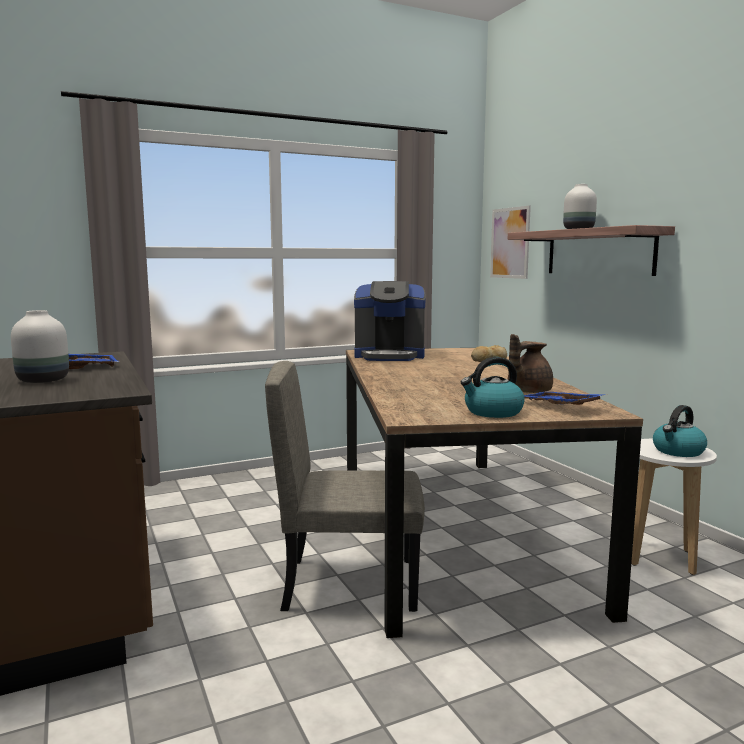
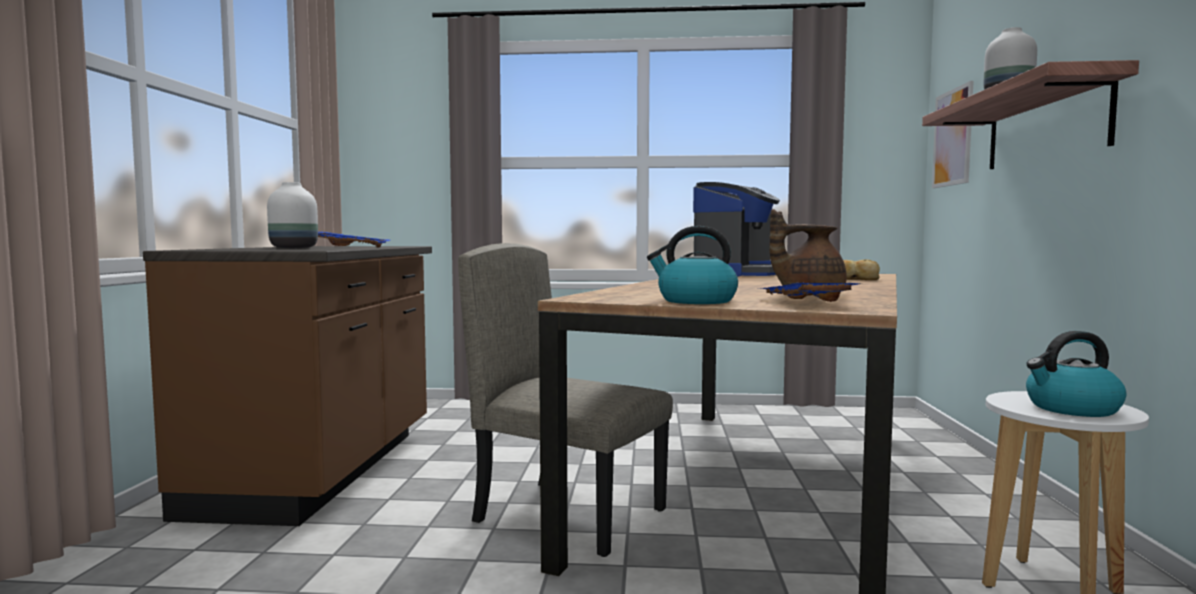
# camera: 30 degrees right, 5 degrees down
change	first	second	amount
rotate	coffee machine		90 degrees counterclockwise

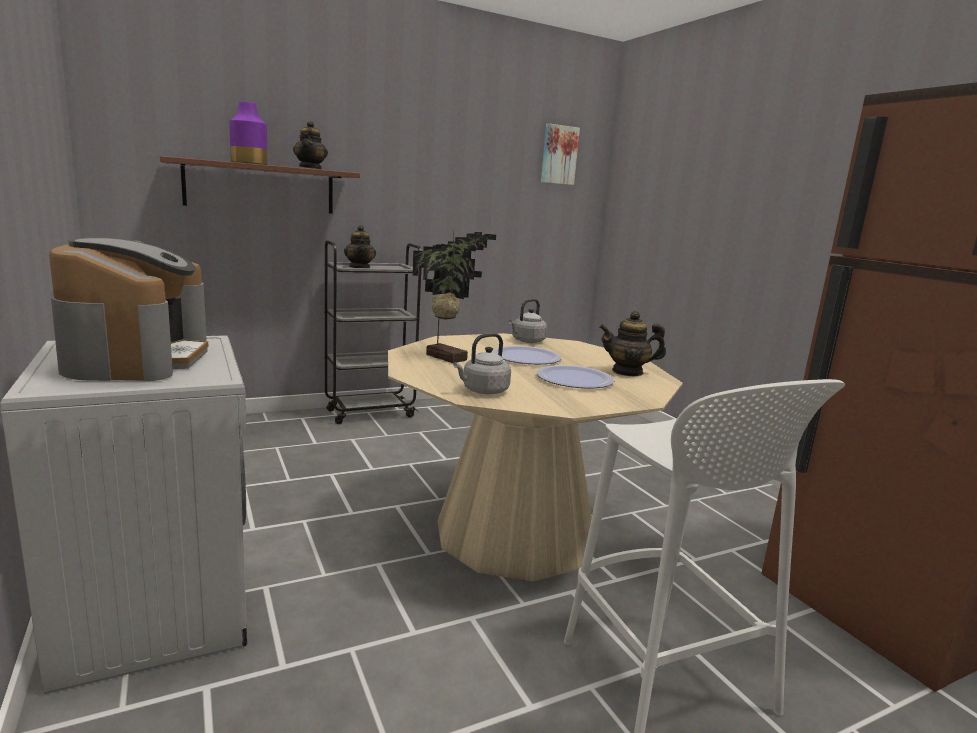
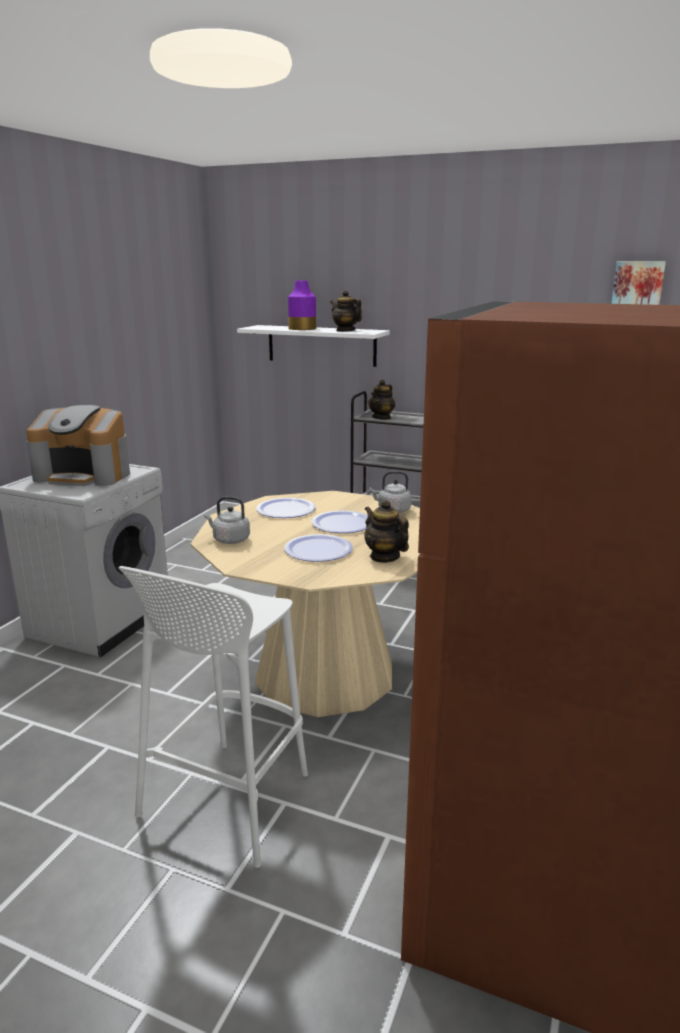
# camera: 50 degrees right, 5 degrees up
change	first	second	amount
rotate	teapot (1st from left)		90 degrees clockwise
recolor	brown shelf	white shelf	
replace	potted plant	plate (1st from left)	
rotate	coffee machine		60 degrees clockwise

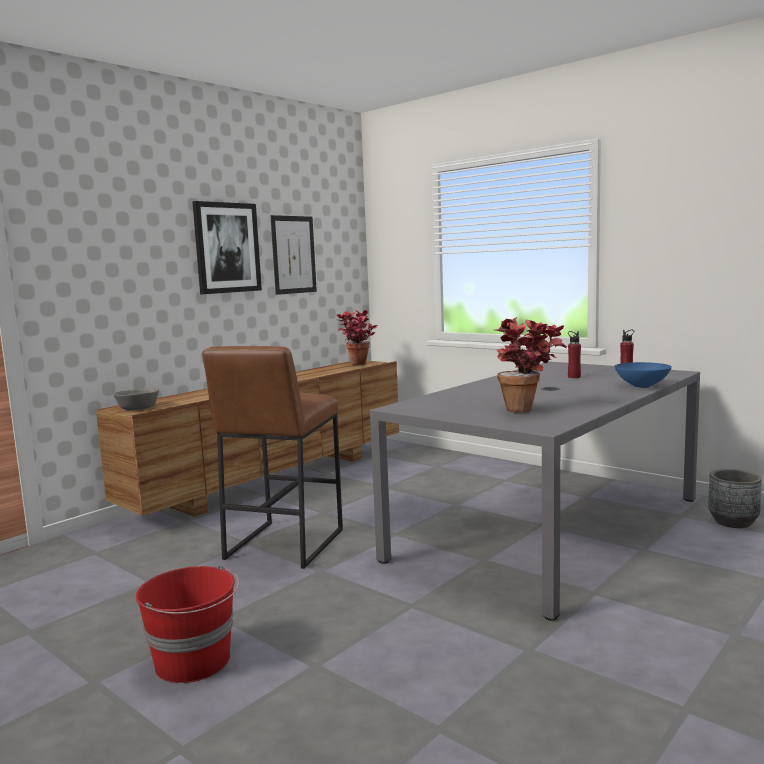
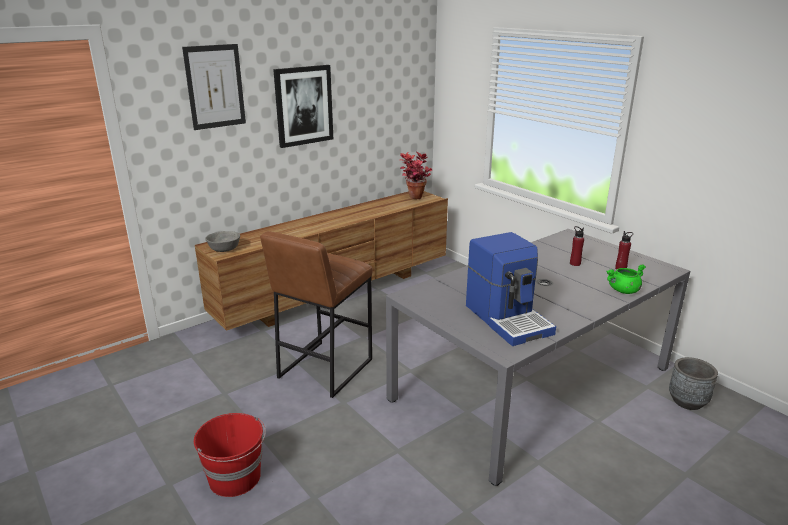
# camera: 10 degrees right, 15 degrees up
change	first	second	amount
move	picture (2nd from left in the first image)	picture (1st from left)	
replace	potted plant (2nd from left)	coffee machine	
replace	blue bowl	green cooking pot	

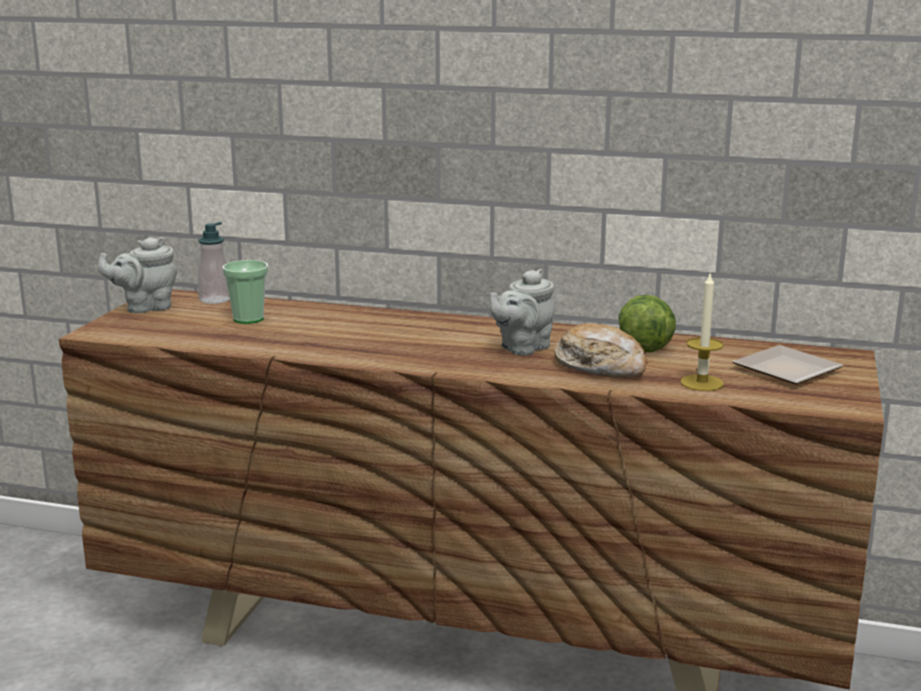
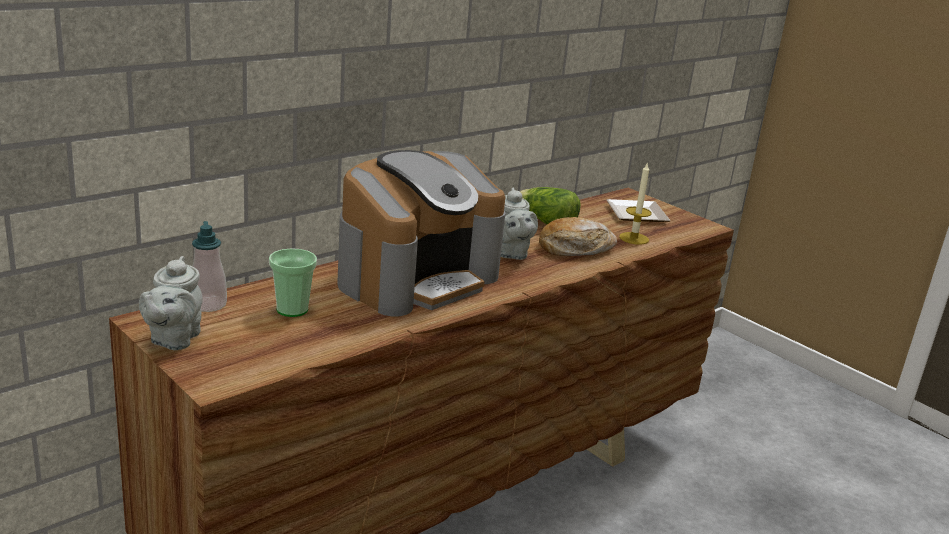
# camera: 60 degrees left, 5 degrees up
change	first	second	amount
insert		coffee machine	

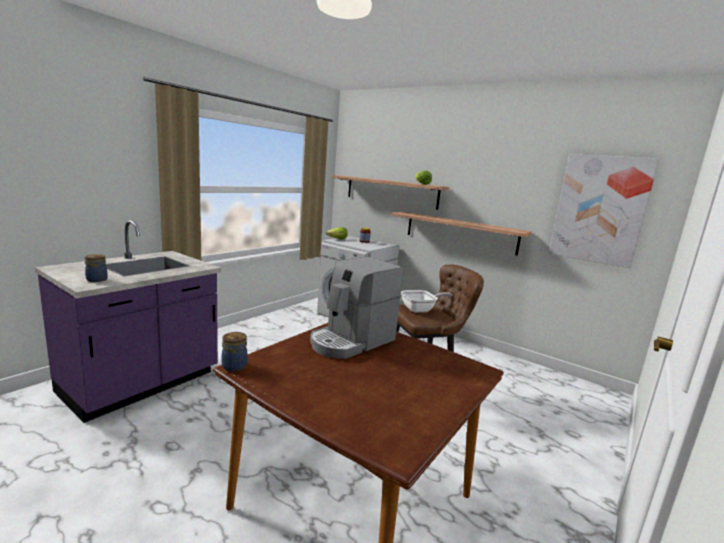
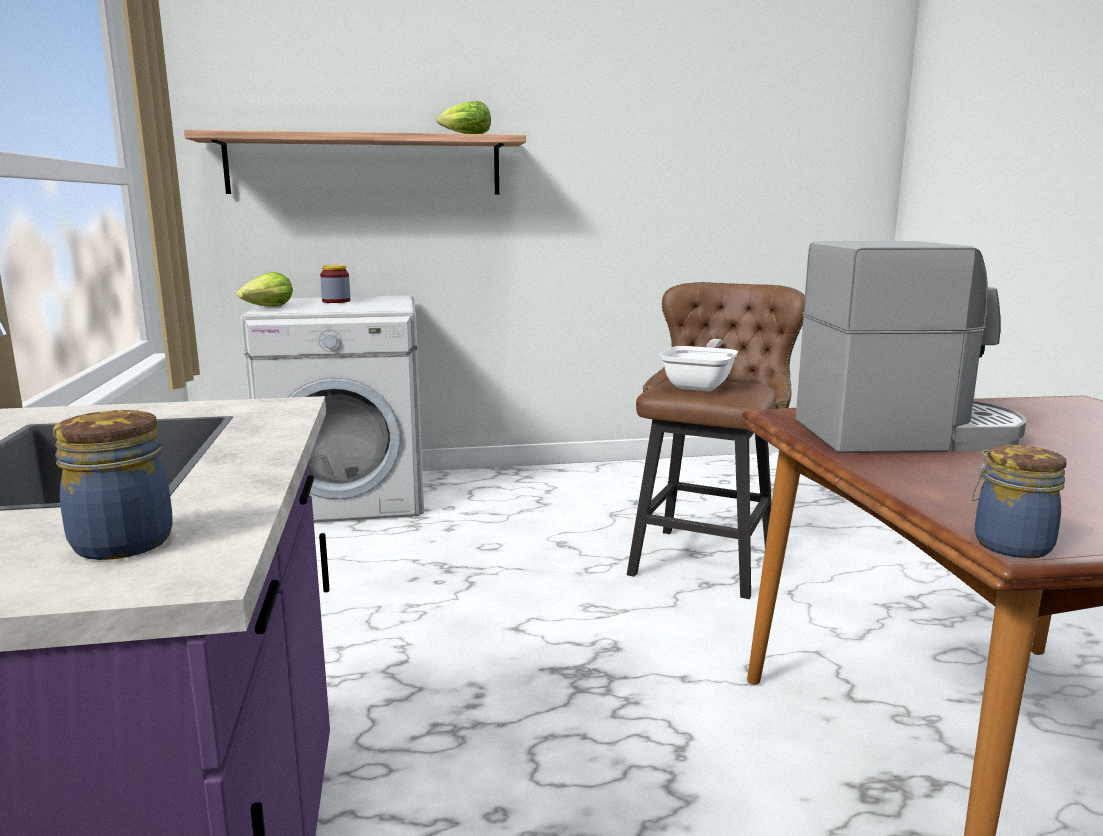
# camera: 45 degrees left, 0 degrees up
change	first	second	amount
delete	picture		
delete	shelf (2nd from left)		
rotate	coffee machine		90 degrees counterclockwise

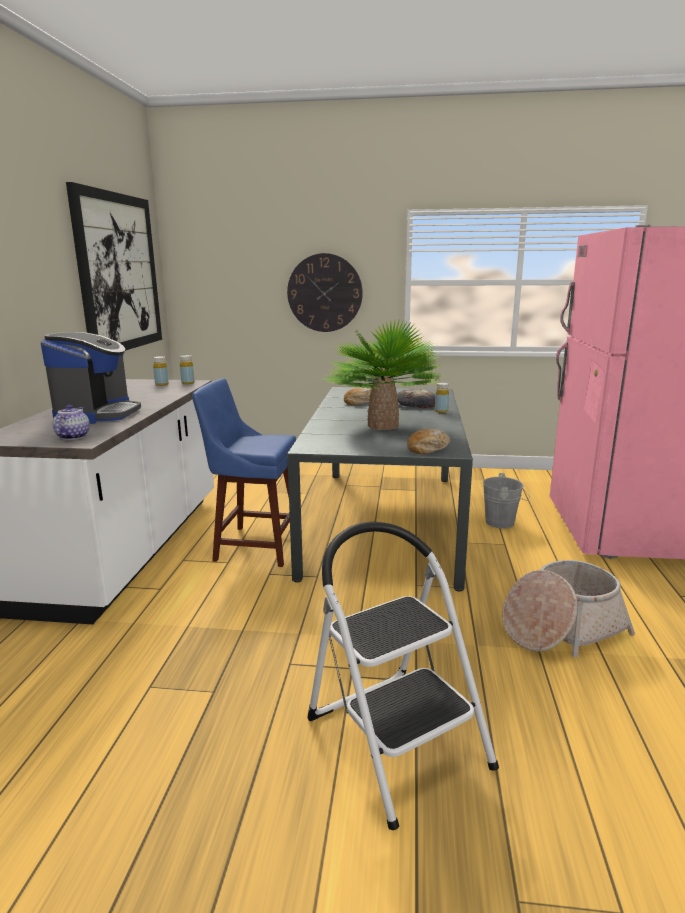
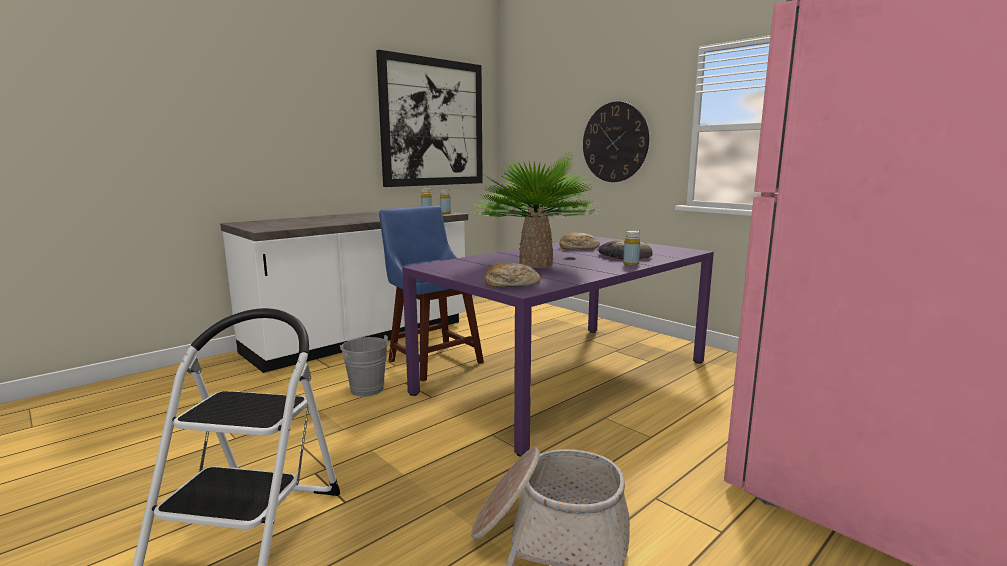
# camera: 40 degrees right, 5 degrees down
change	first	second	amount
delete	coffee machine		
recolor	grey dining table	purple dining table	
delete	teapot		
move	grey bucket		

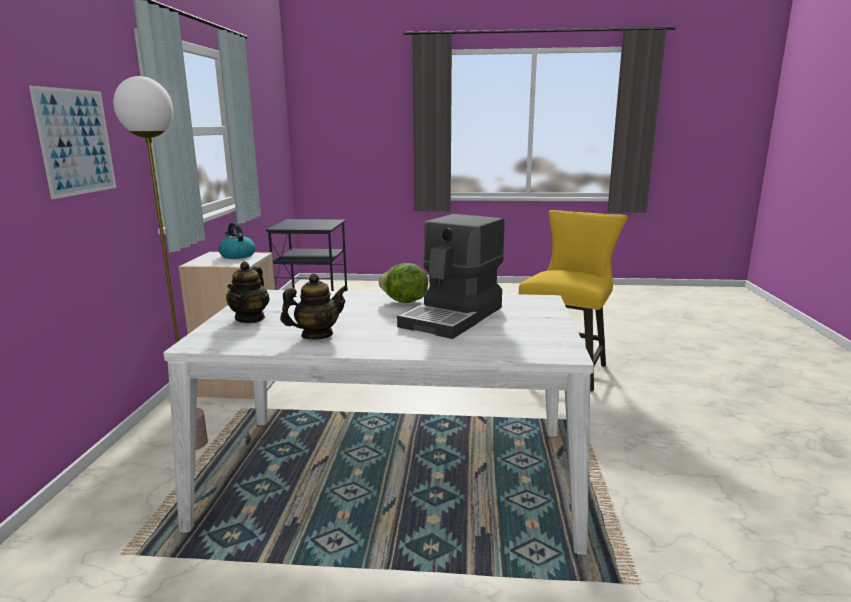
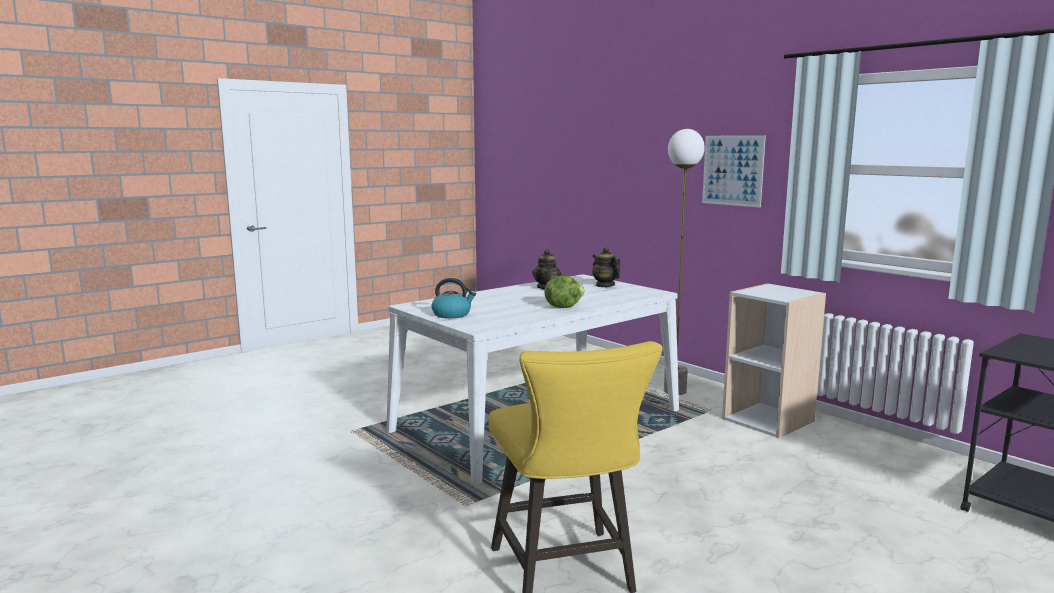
# camera: 135 degrees right, 5 degrees down
change	first	second	amount
delete	coffee machine		
move	kettle		

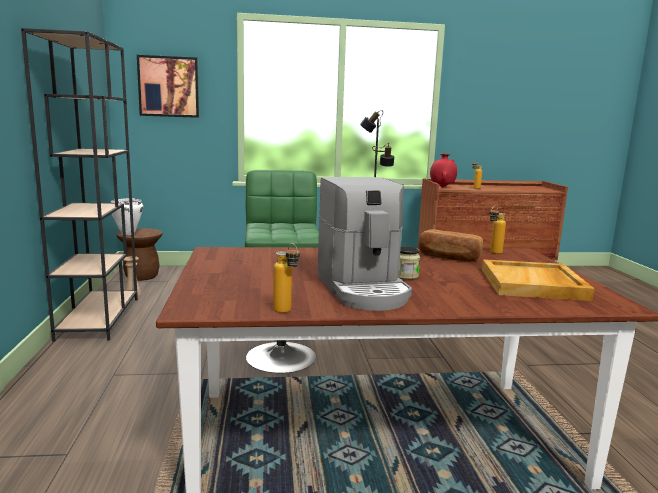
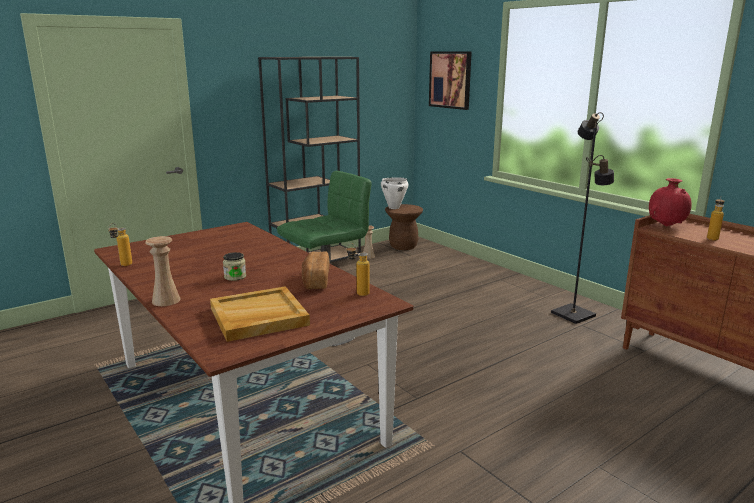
# camera: 60 degrees right, 5 degrees up
change	first	second	amount
delete	coffee machine		
insert		beige vase (1st from left)	

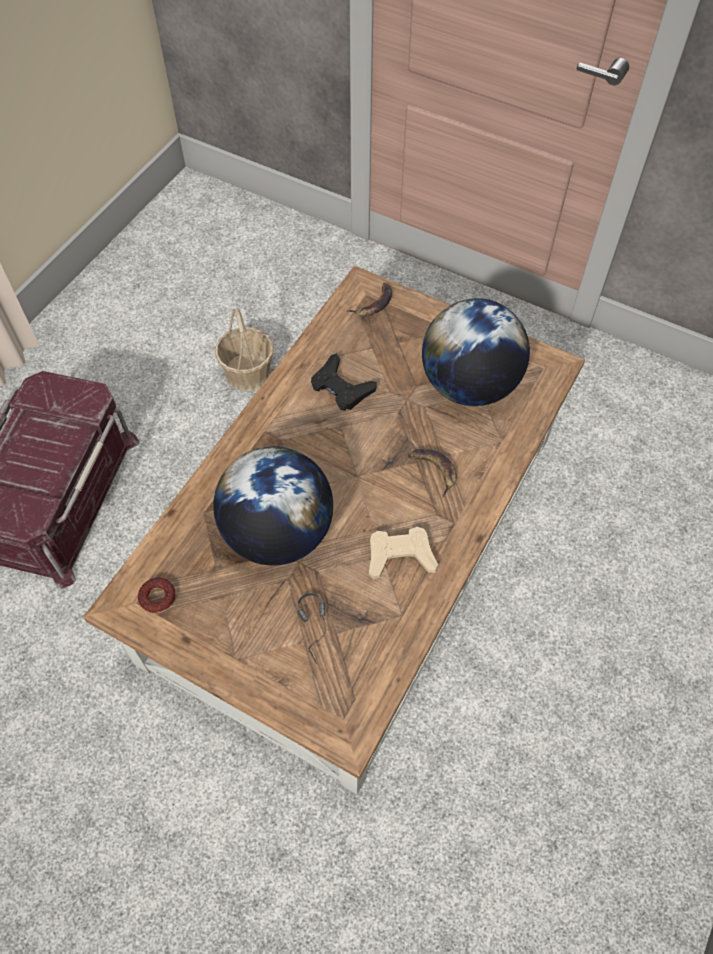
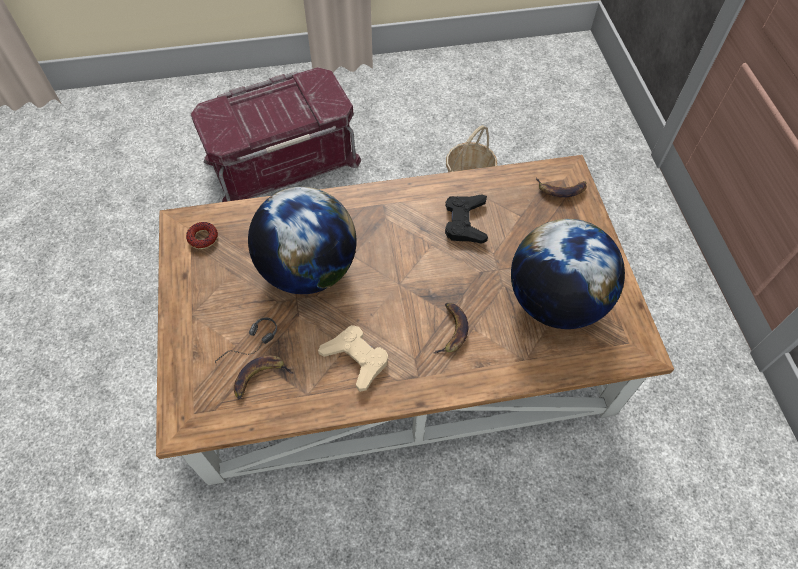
# camera: 50 degrees right, 0 degrees up
change	first	second	amount
insert		banana (1st from left)	

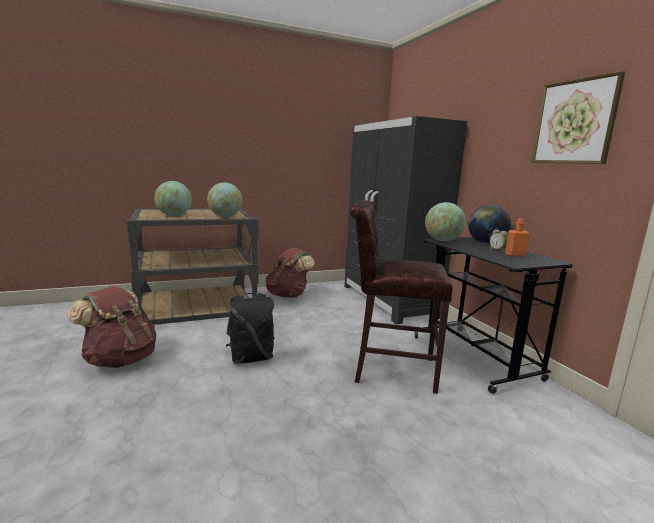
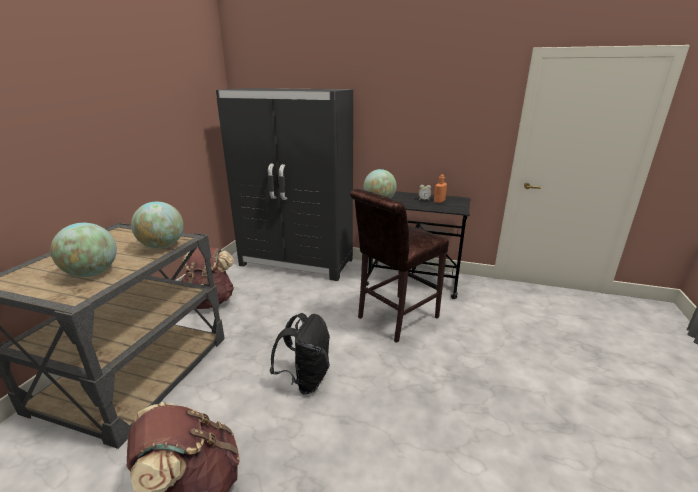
# camera: 50 degrees left, 10 degrees up
change	first	second	amount
delete	picture		
delete	globe (4th from left)		

